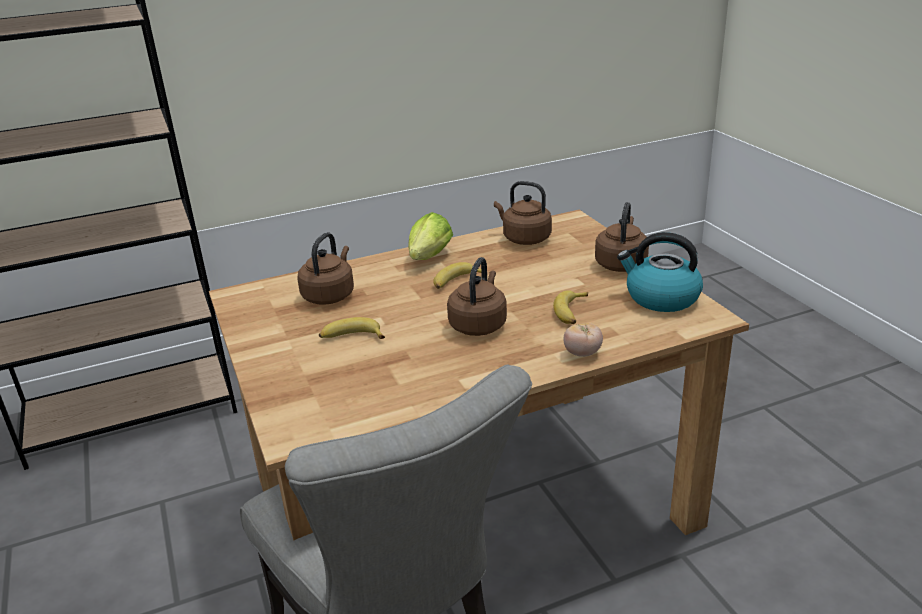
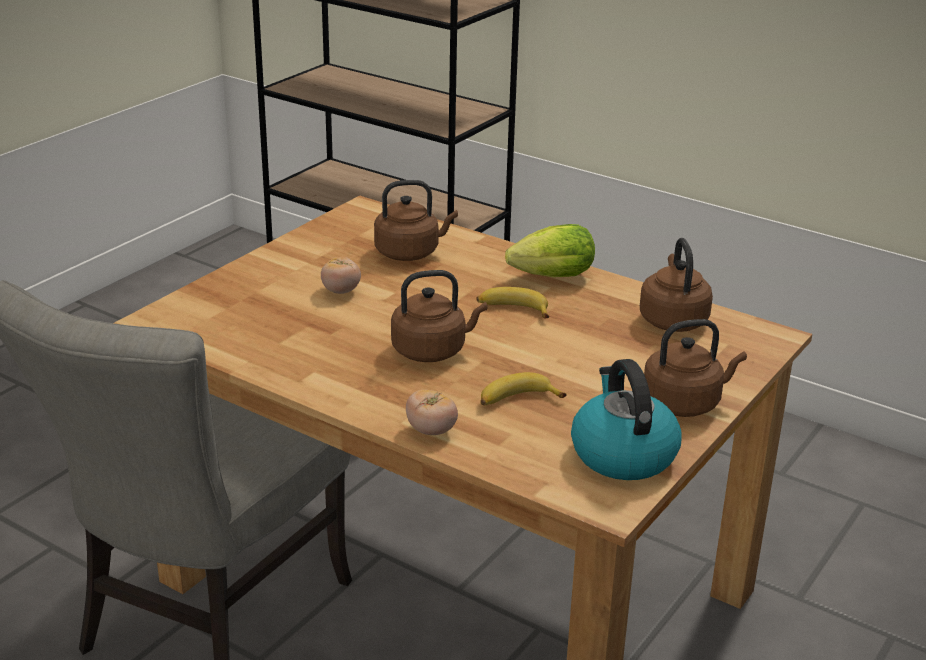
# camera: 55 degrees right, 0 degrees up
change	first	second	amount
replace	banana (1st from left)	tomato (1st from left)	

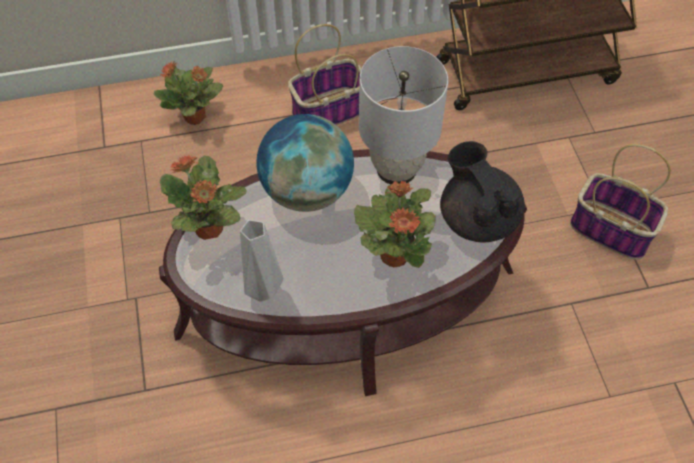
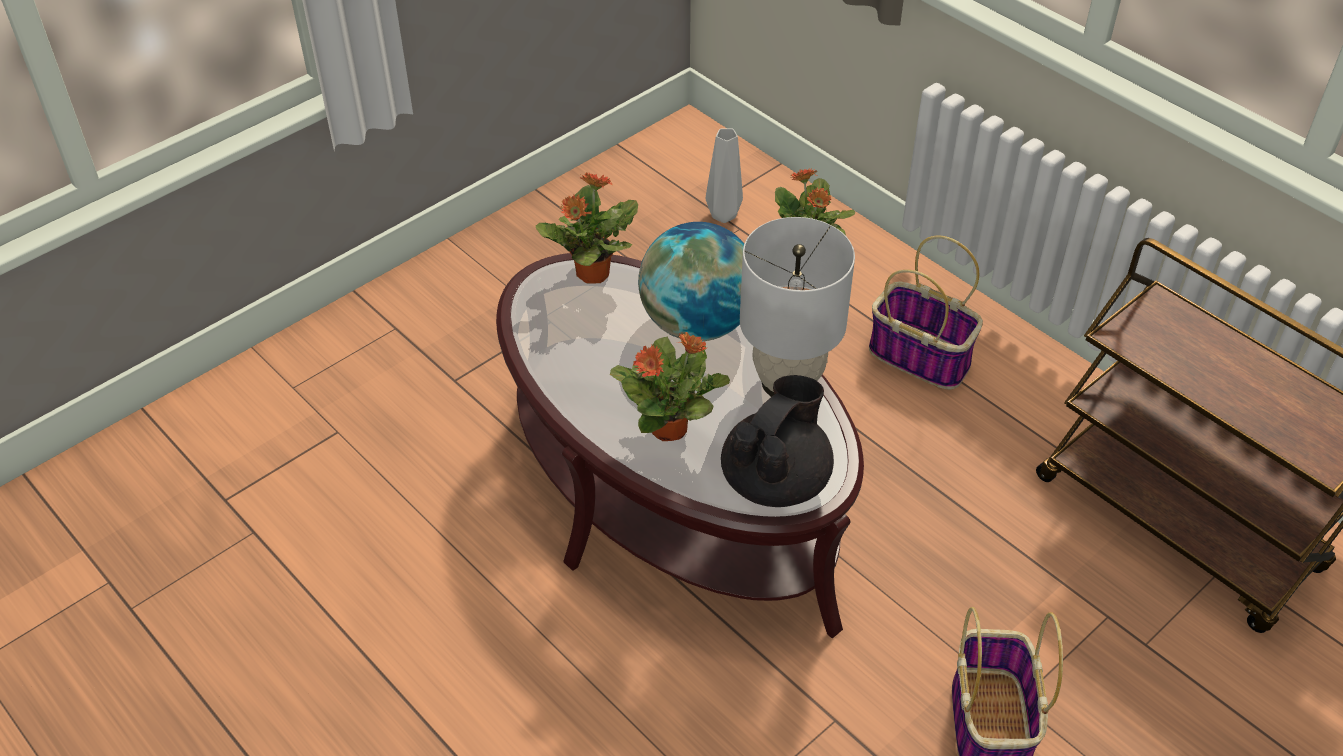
# camera: 60 degrees right, 10 degrees down
change	first	second	amount
move	grey vase		

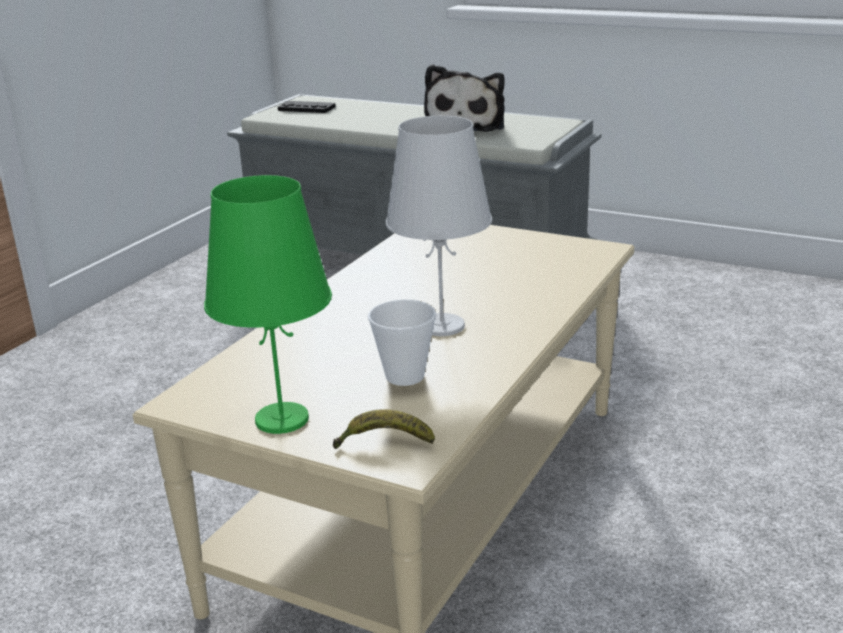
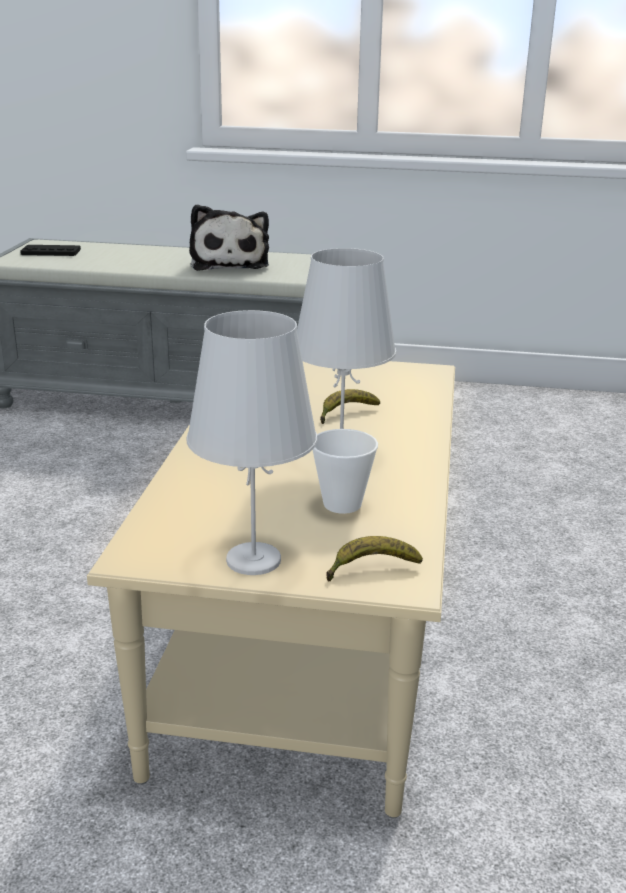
# camera: 20 degrees left, 0 degrees up
change	first	second	amount
recolor	green table lamp	white table lamp (1st from left)	
insert		banana (1st from left)	

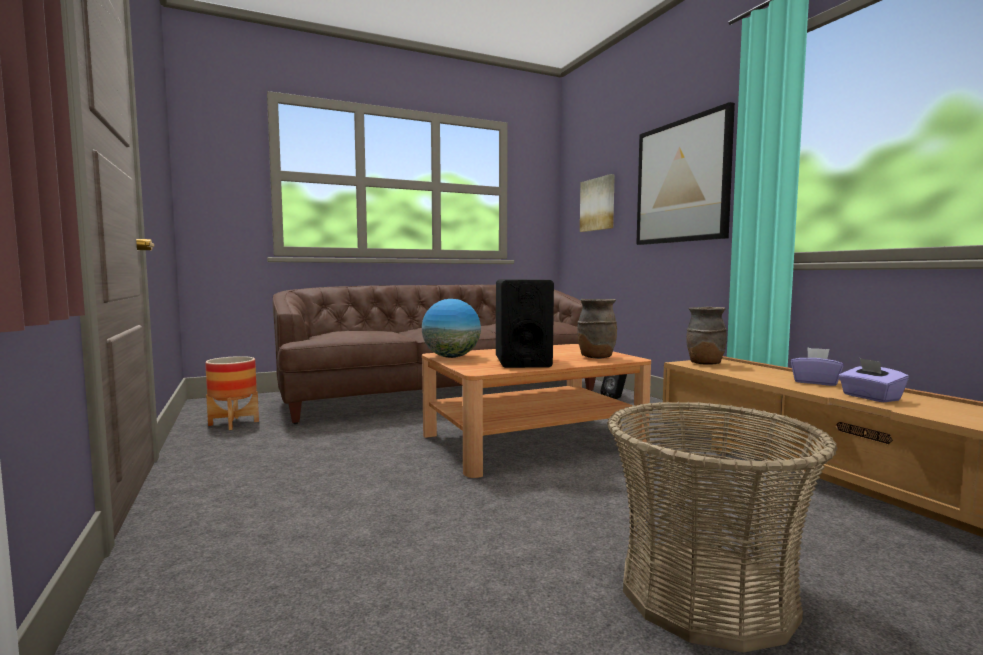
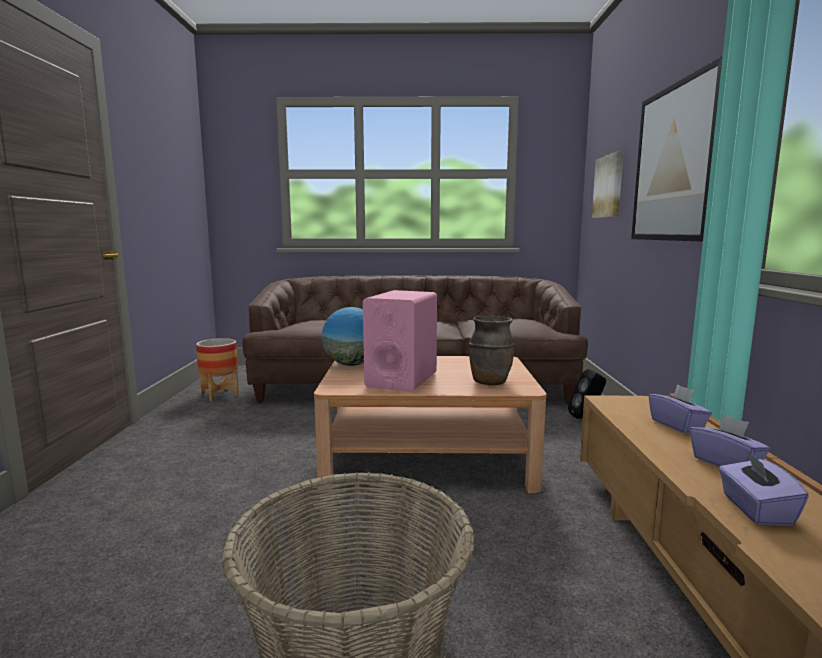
# camera: 25 degrees right, 5 degrees up
change	first	second	amount
recolor	black speaker (1st from left)	pink speaker	
delete	brown vase (2nd from left)		
insert		purple tissue box (1st from left)	

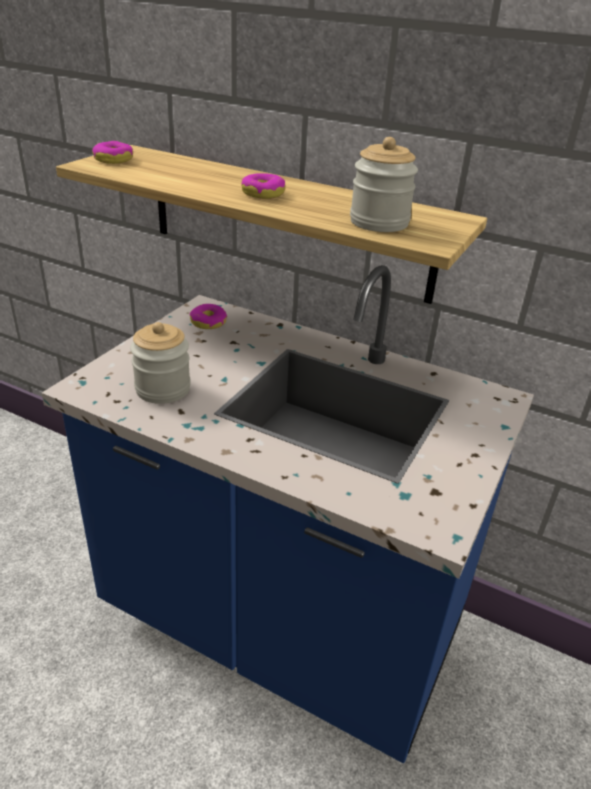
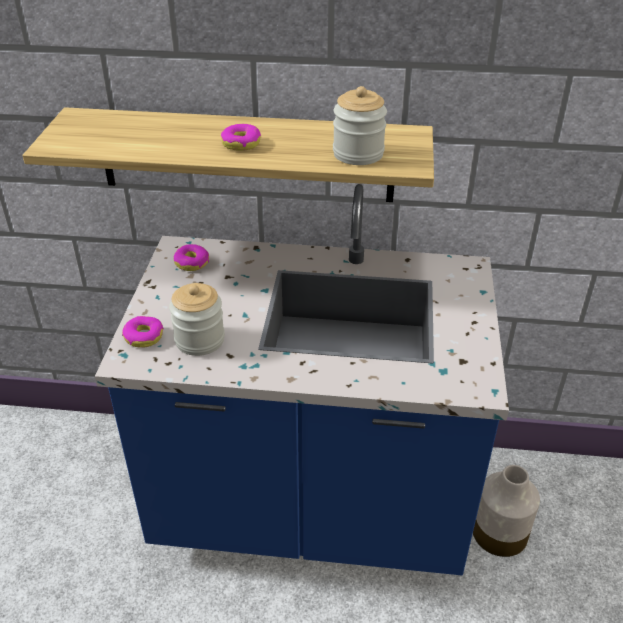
# camera: 20 degrees left, 5 degrees up
change	first	second	amount
move	donut (1st from left)		
insert		beige vase	

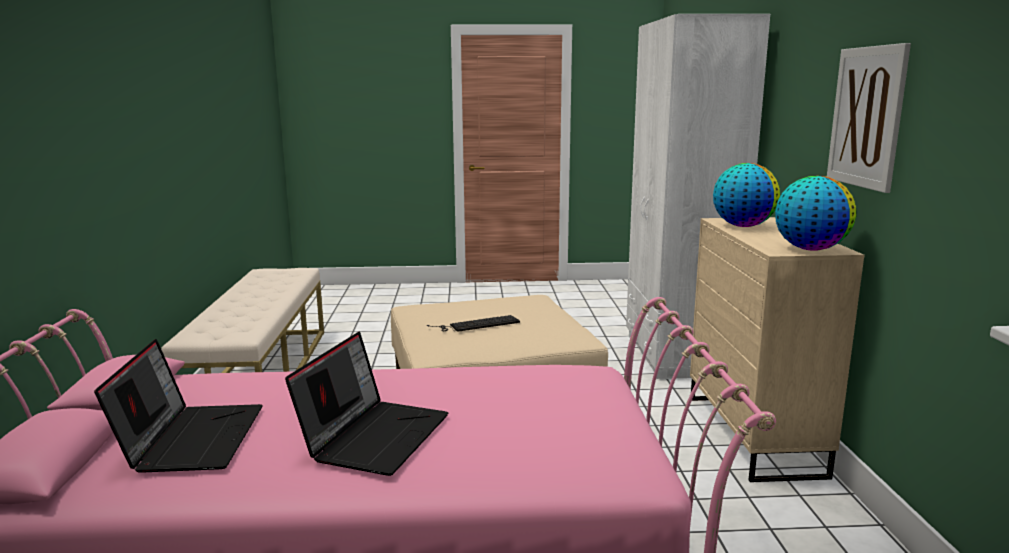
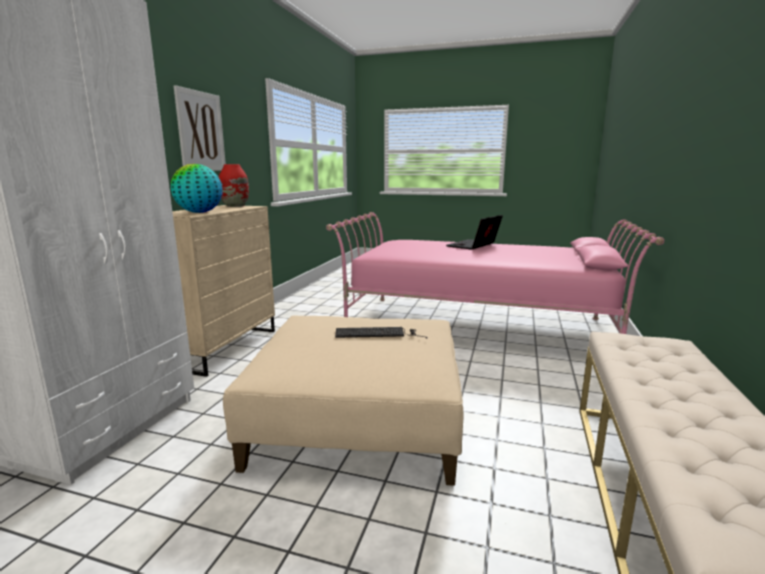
# camera: 160 degrees left, 0 degrees up
change	first	second	amount
replace	globe (2nd from left)	red vase	
delete	laptop (1st from left)		

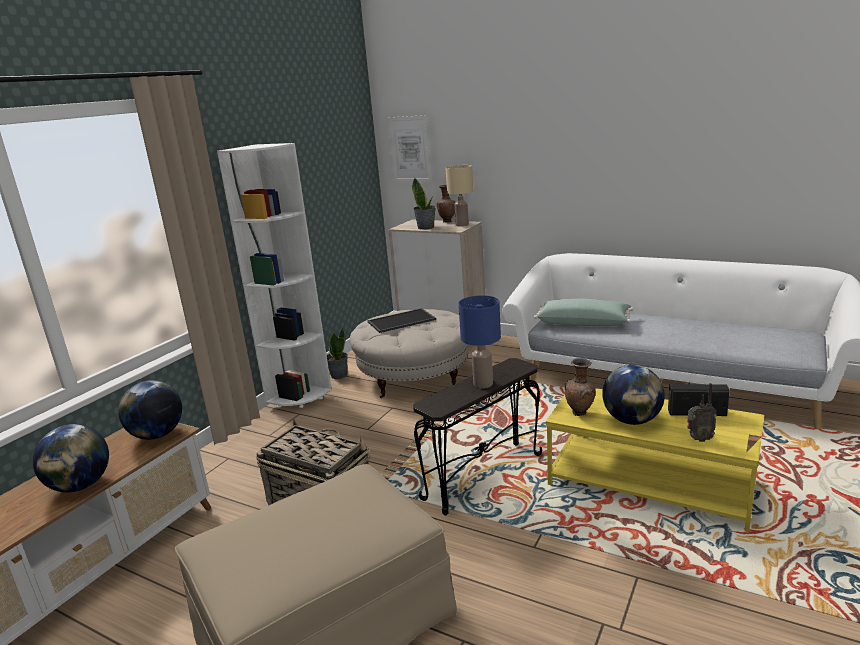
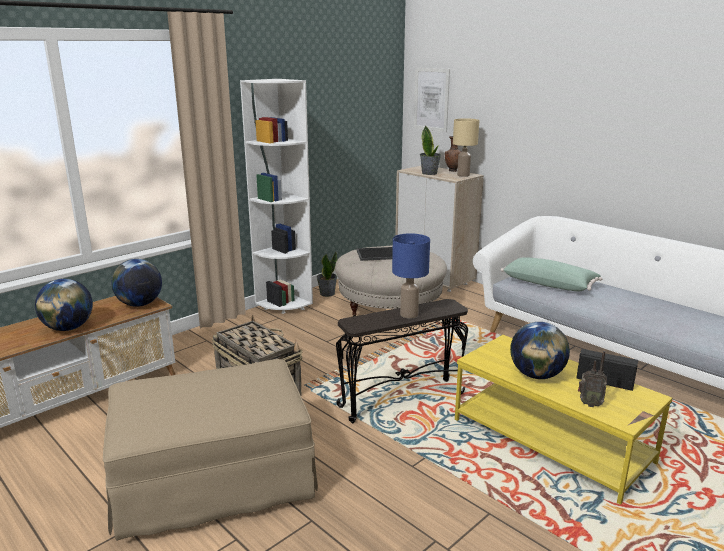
# camera: 15 degrees right, 0 degrees up
change	first	second	amount
delete	brown vase (2nd from left)		

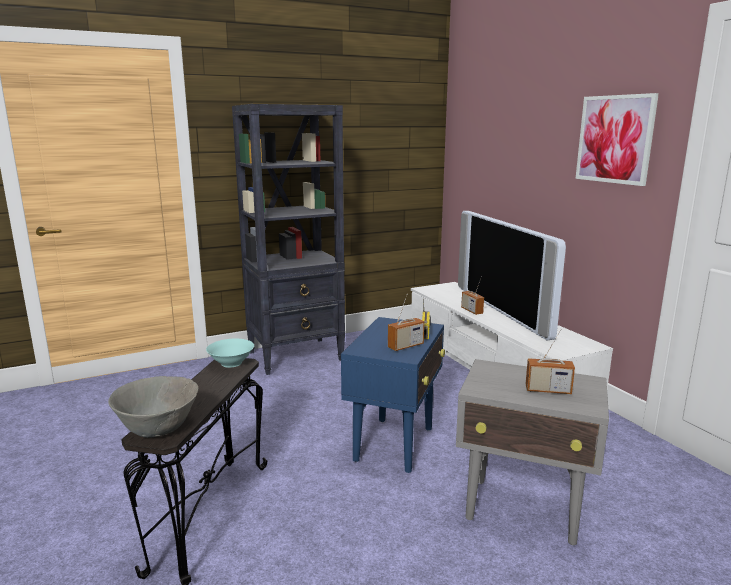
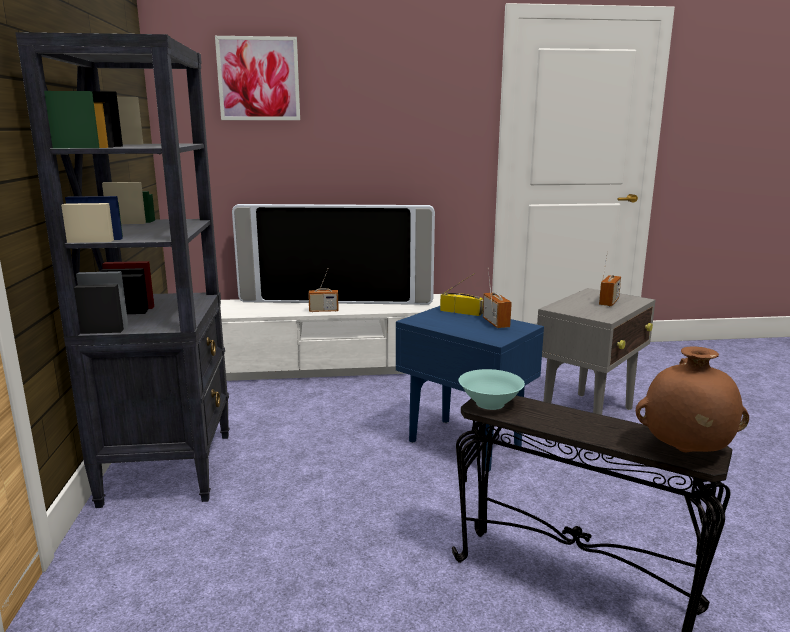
# camera: 70 degrees left, 0 degrees up
change	first	second	amount
move	picture		
replace	grey bowl	brown vase	

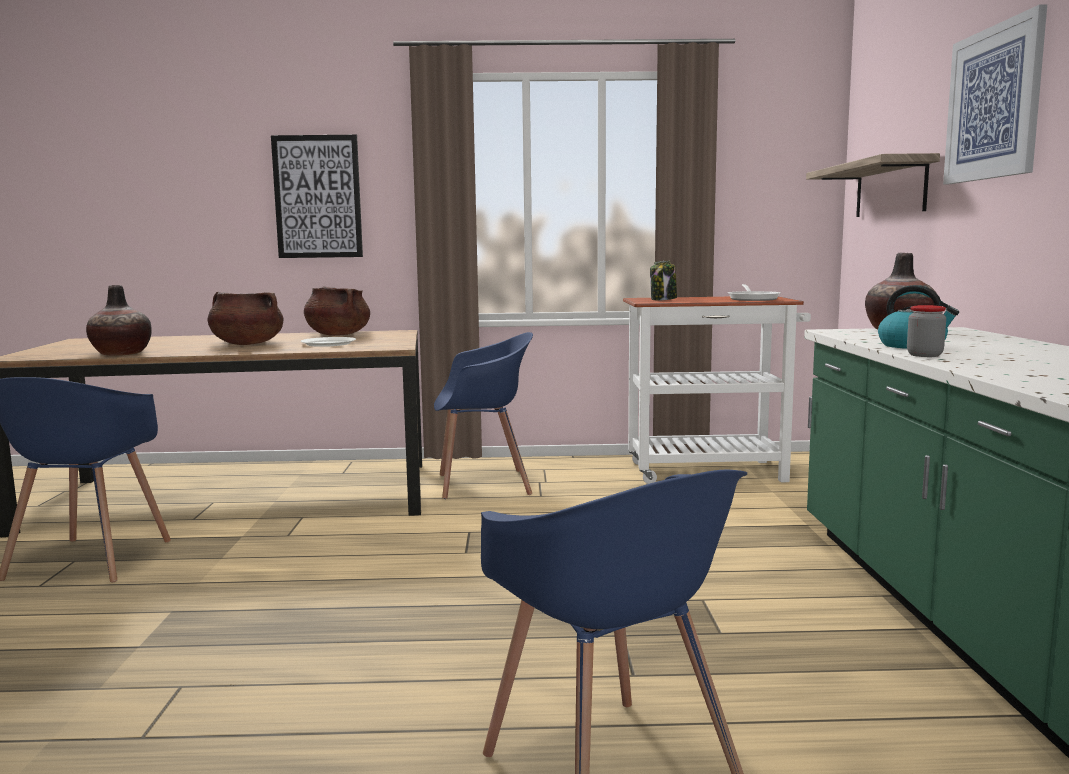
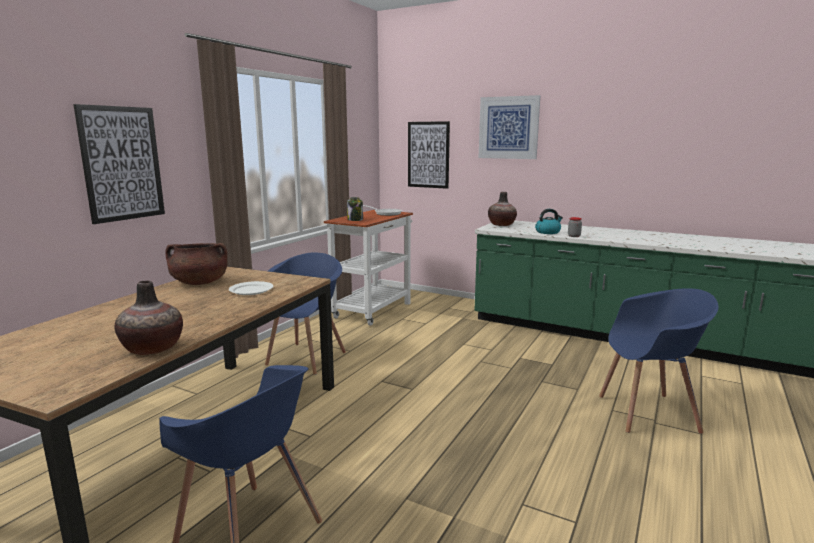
# camera: 60 degrees left, 5 degrees up
change	first	second	amount
replace	shelf	picture (2nd from left)	
delete	brown cooking pot (1st from left)		

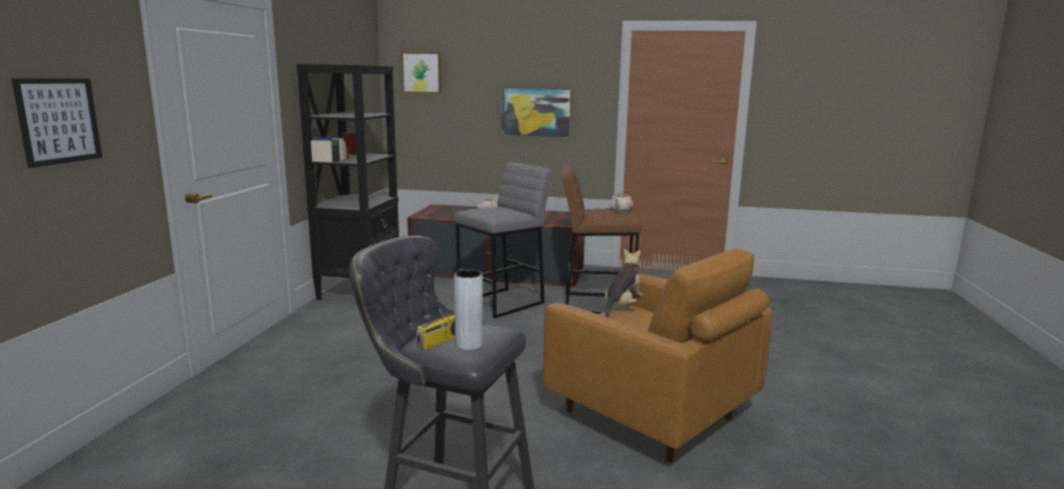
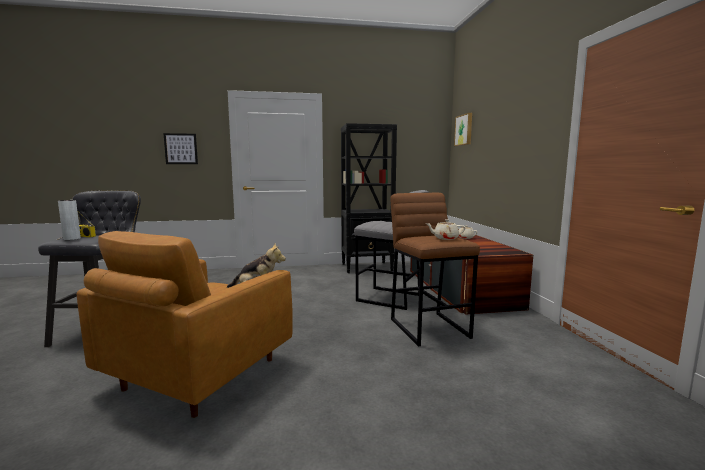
# camera: 70 degrees right, 5 degrees down
change	first	second	amount
delete	picture (3rd from left)		

